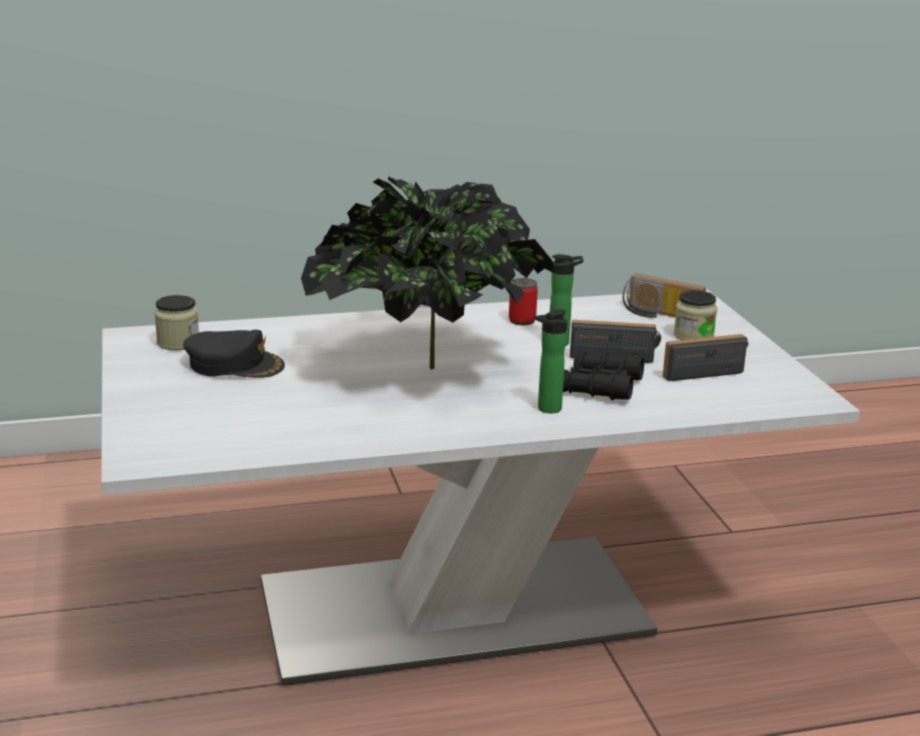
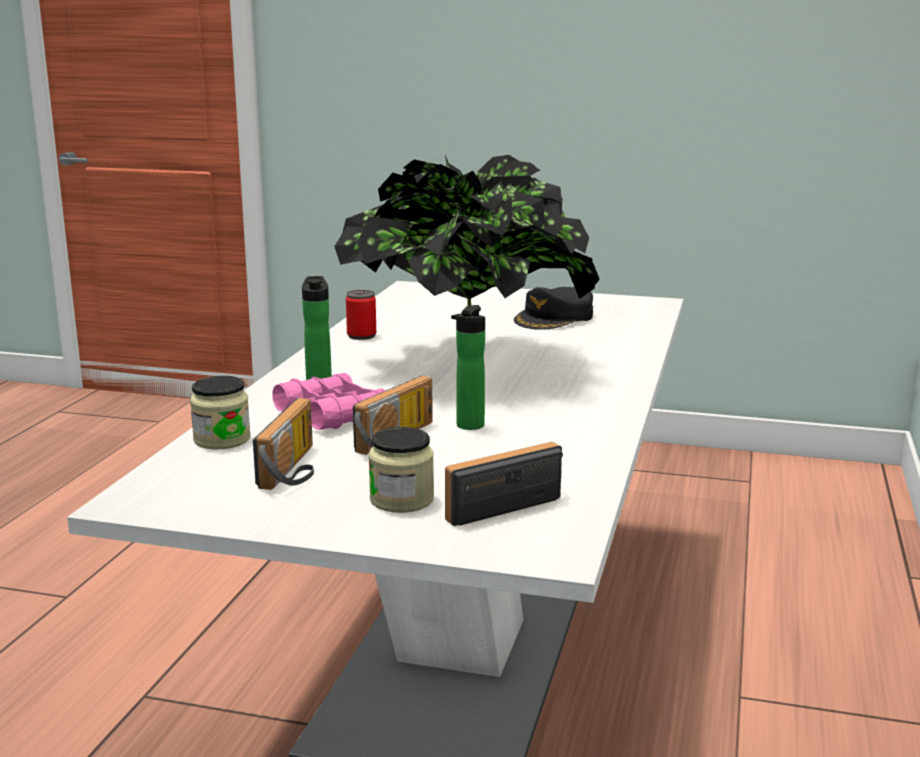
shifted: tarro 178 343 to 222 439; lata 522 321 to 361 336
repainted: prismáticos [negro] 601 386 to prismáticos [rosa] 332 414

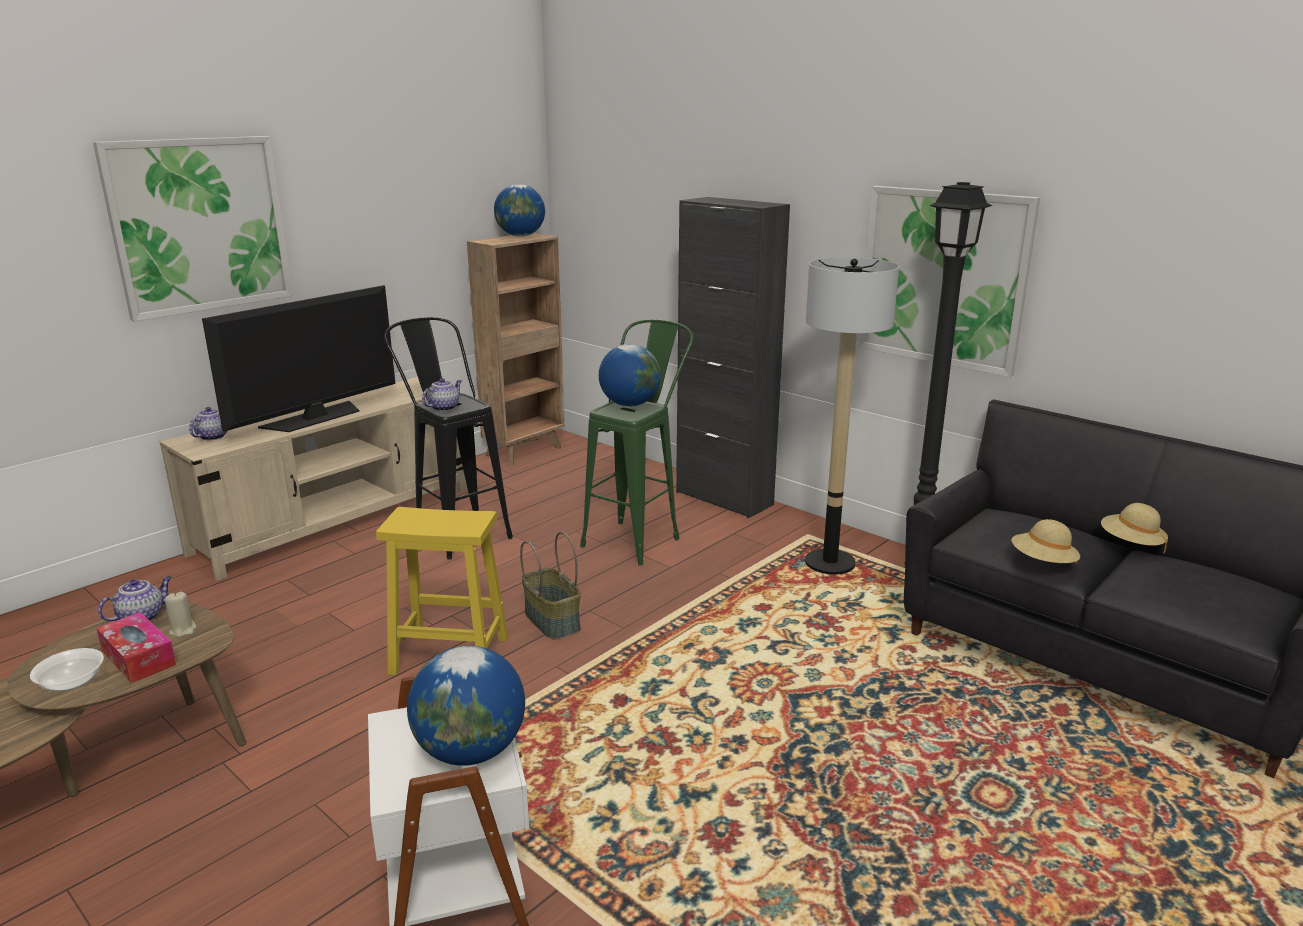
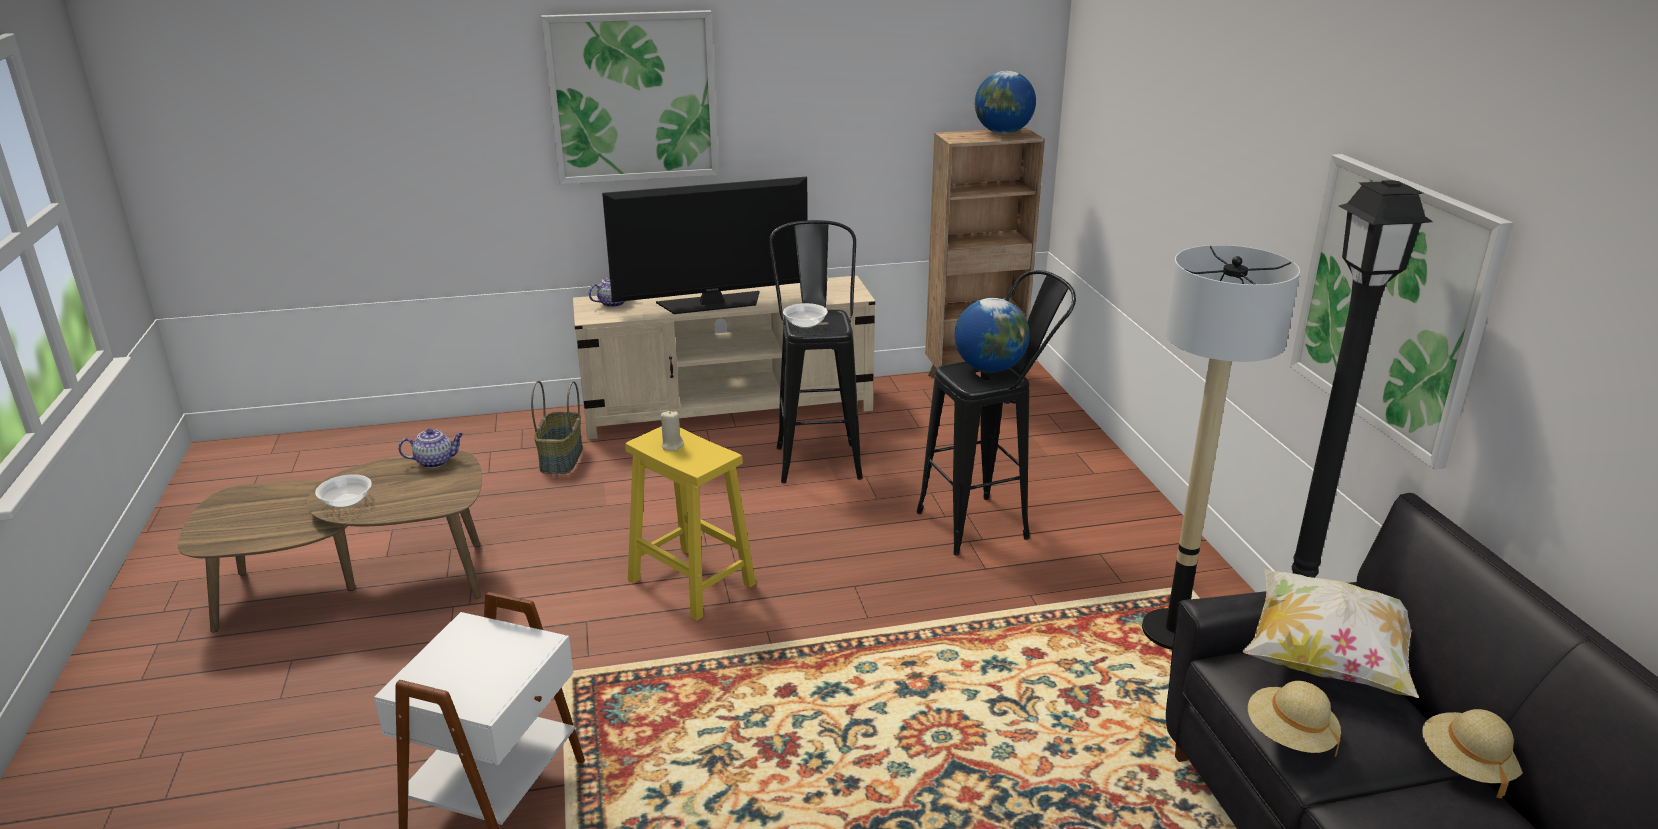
gone: caja de pañuelos 138 658; globo terráqueo 470 752; armario [negro] 724 498
new: cojín 1326 660
shifted: vela [beis] 183 630 to 672 446; cesta 553 621 to 562 459
swapped: tetera 444 407 to cuenco 805 324
repainted: taburete [verde] 638 537 to taburete [negro] 988 522

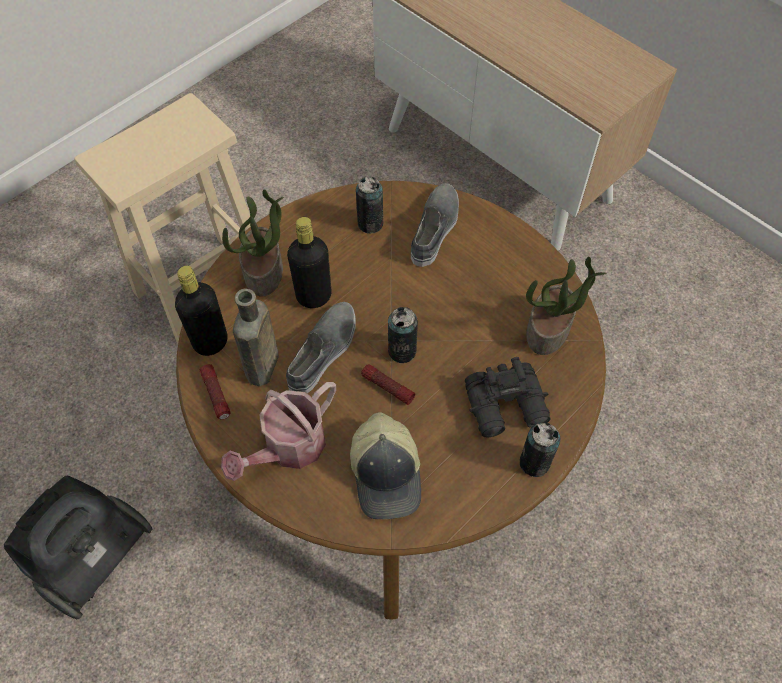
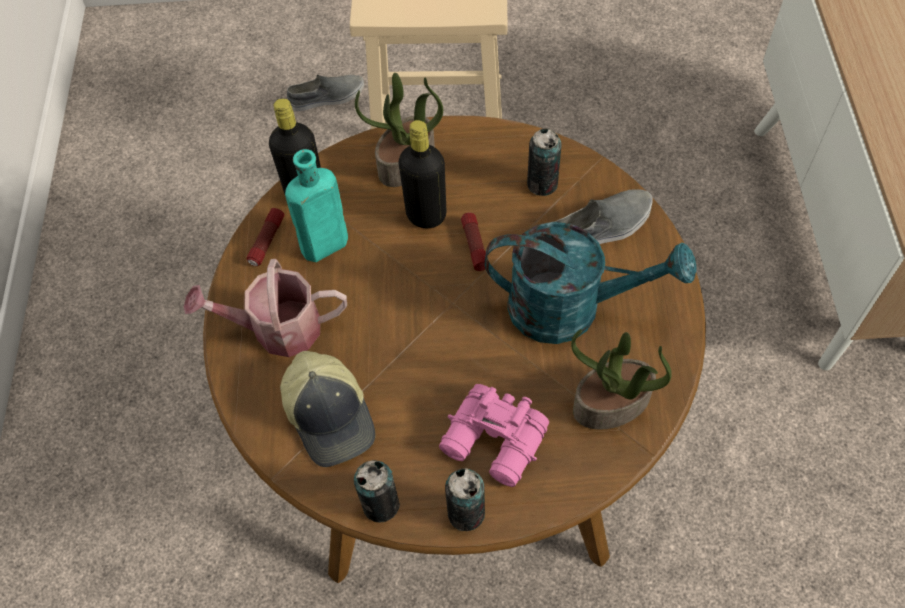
gone: aspiradora 92 558
new: regadera [turquesa] 571 308
shifted: zapato [gris] 323 351 to 327 97; linterna 387 387 to 474 245; lata 402 351 to 380 505
repainted: botella [marrón] 261 369 to botella [turquesa] 321 247; prismáticos [negro] 507 407 to prismáticos [rosa] 494 443
rotated: gorra 387 474 = 331 415 60 degrees counterclockwise

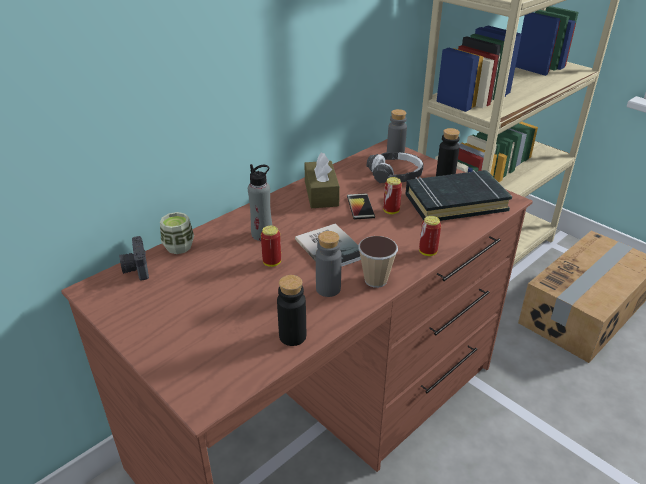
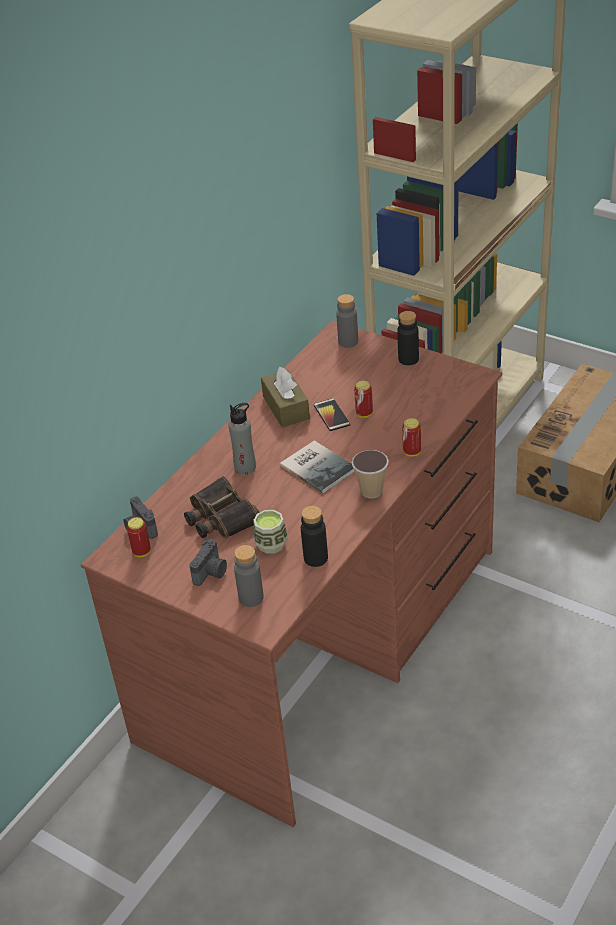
gone: auriculares 395 174; libro [negro] 455 202
new: prismáticos 220 517; cámara 211 572
shifted: taza 179 246 to 271 544; lata 272 262 to 142 552; botella [gris] 328 289 to 251 598

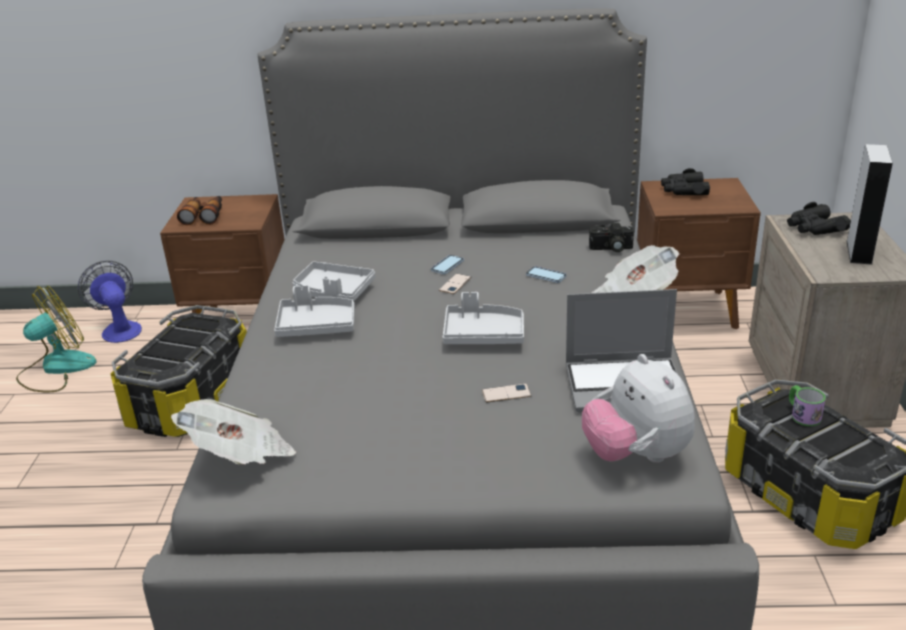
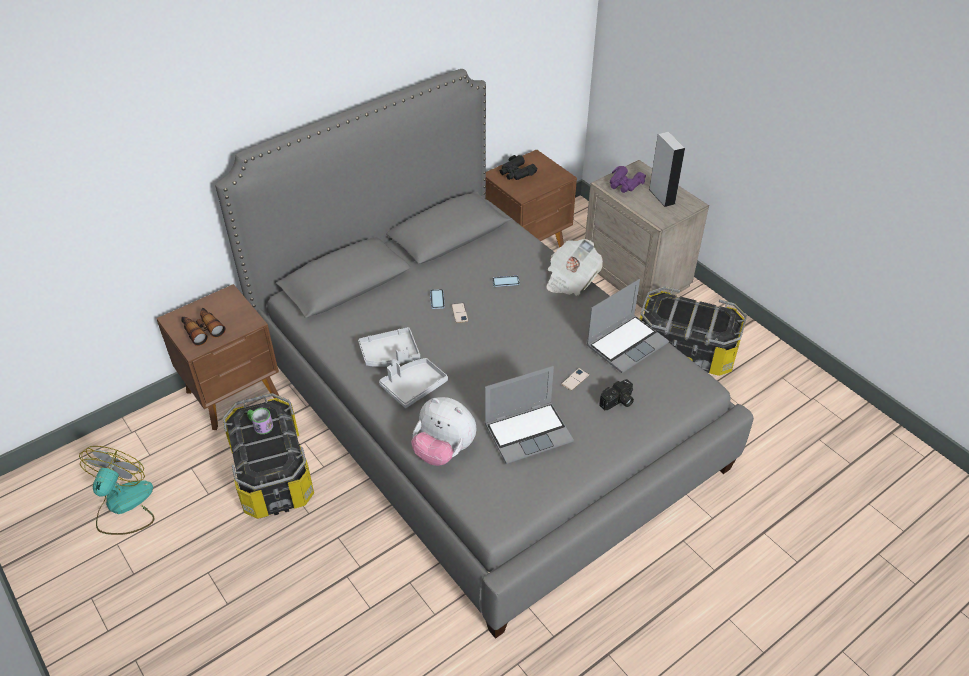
gone: ventilador 119 329; periódico 241 455; bandeja [gris] 483 335
new: portátil 529 432
shifted: peluche 636 455 to 444 450; cámara 611 248 to 618 402; taza grande 802 414 to 260 425
repainted: prismáticos [negro] 815 228 to prismáticos [morado] 625 184

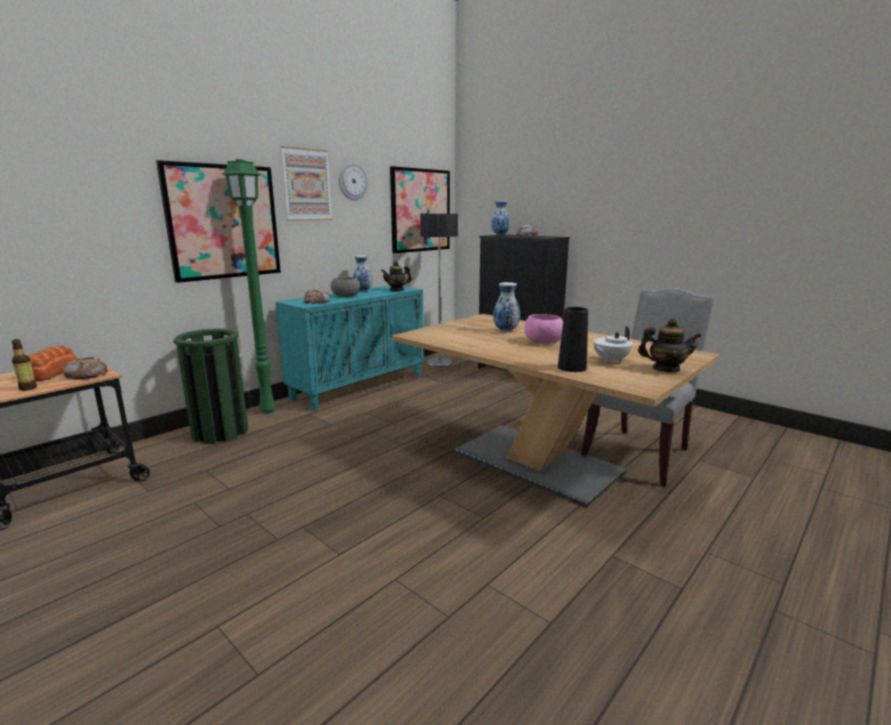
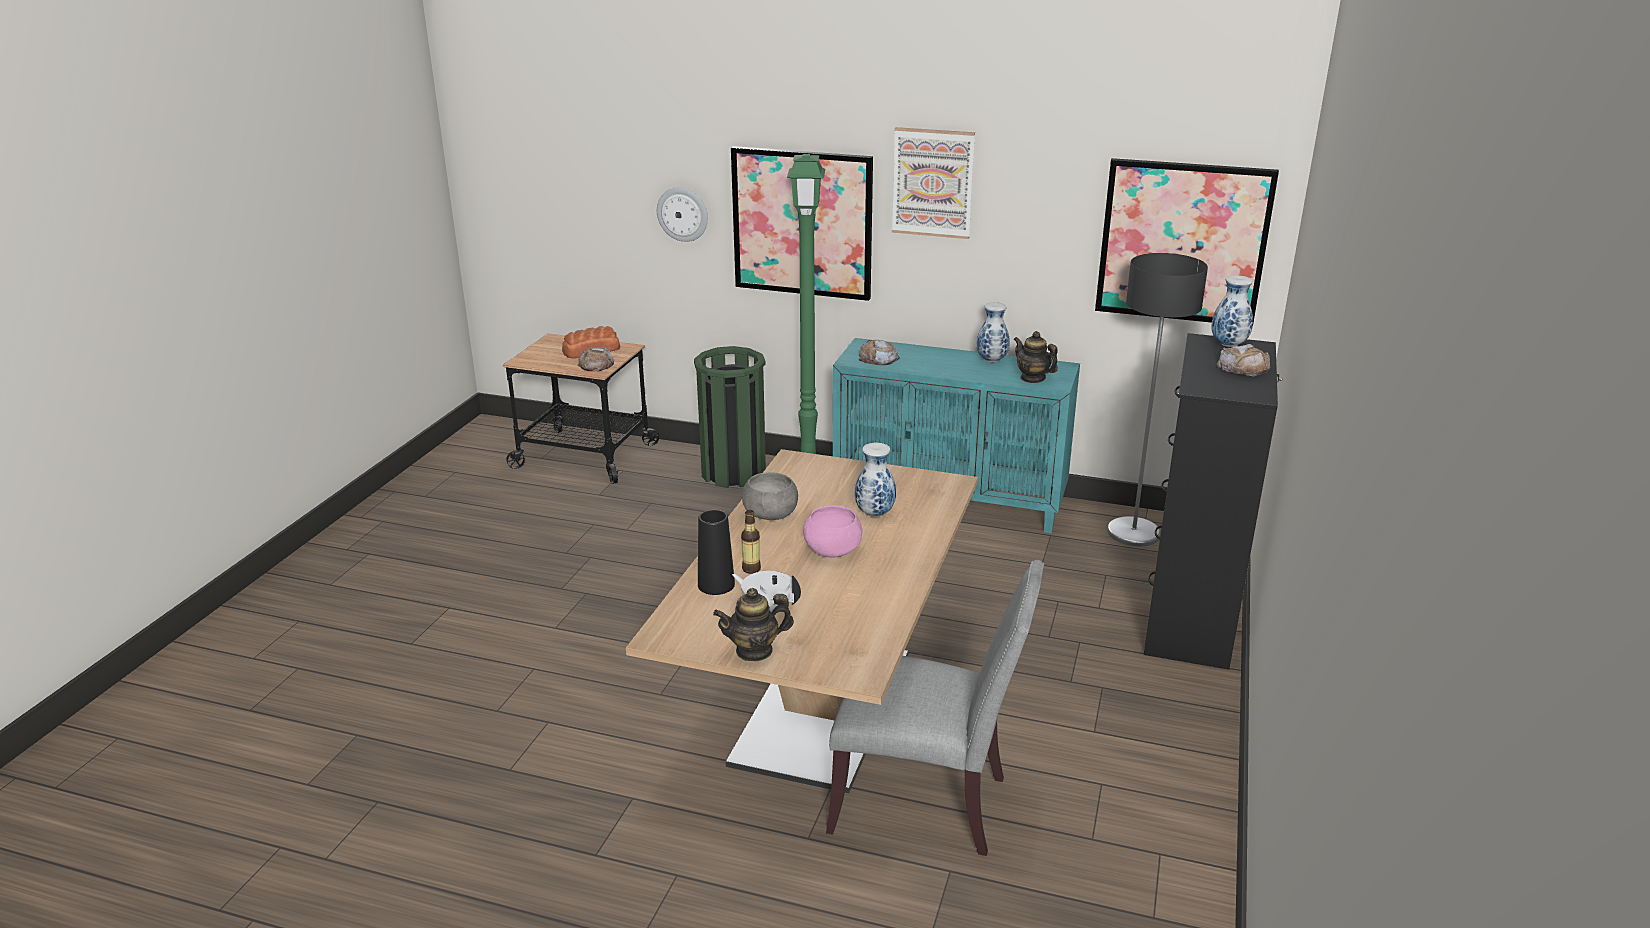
shifted: botella 28 388 to 751 569; cuenco [gris] 346 296 to 771 514; reloj de pared 352 181 to 683 214
rotated: tetera 665 369 = 754 650 90 degrees clockwise

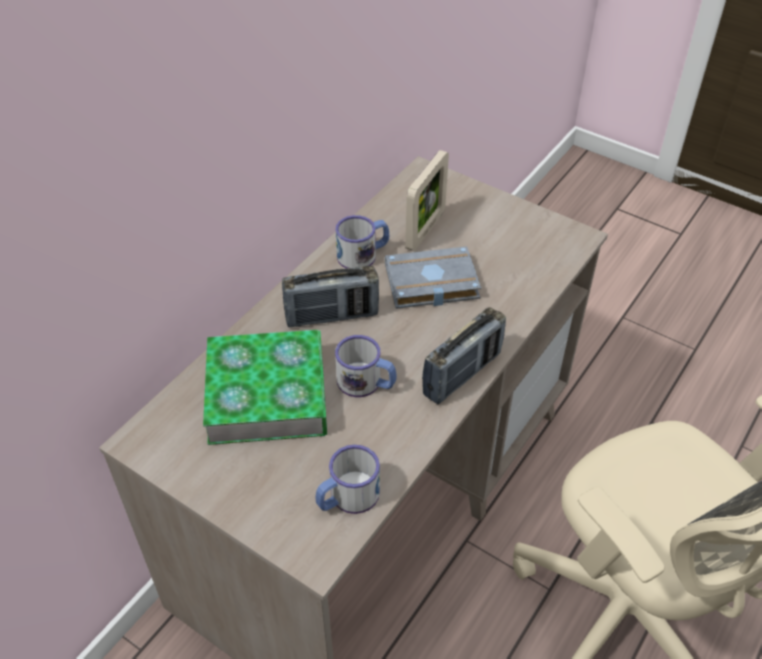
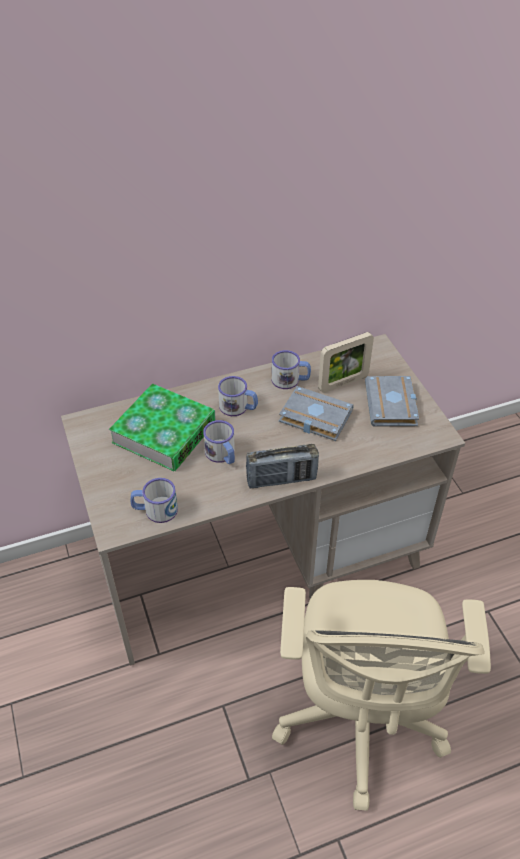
new: libro [gris] 393 406
swapped: radio 331 316 to taza grande 238 407

